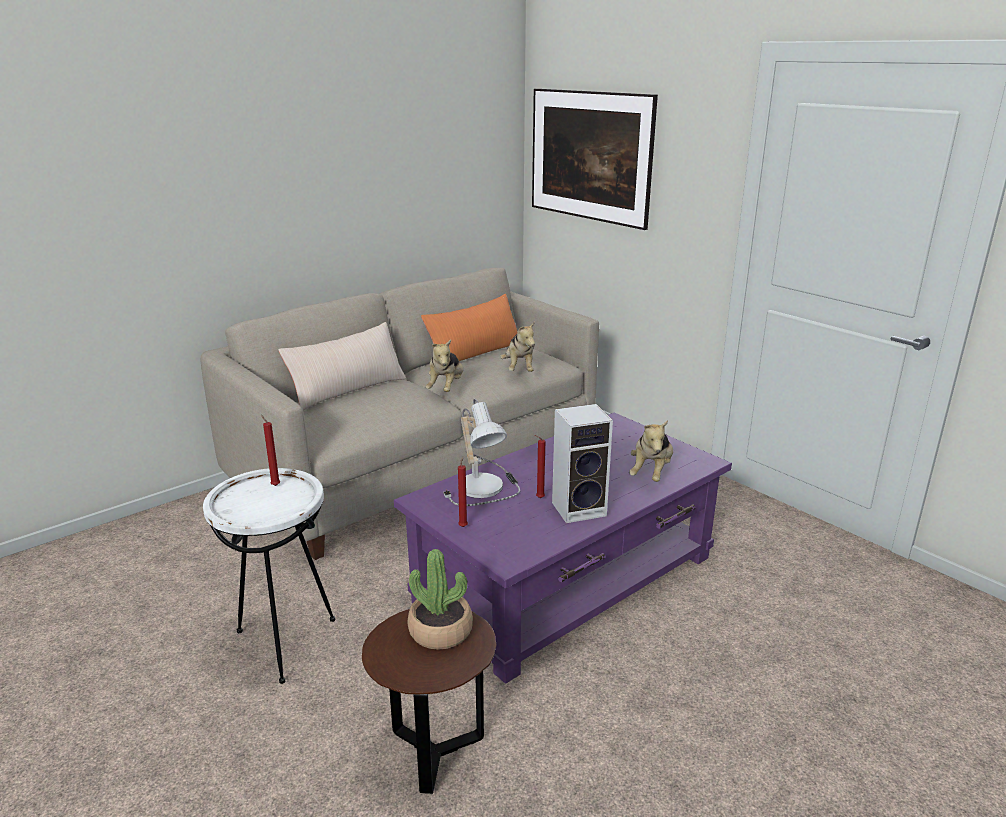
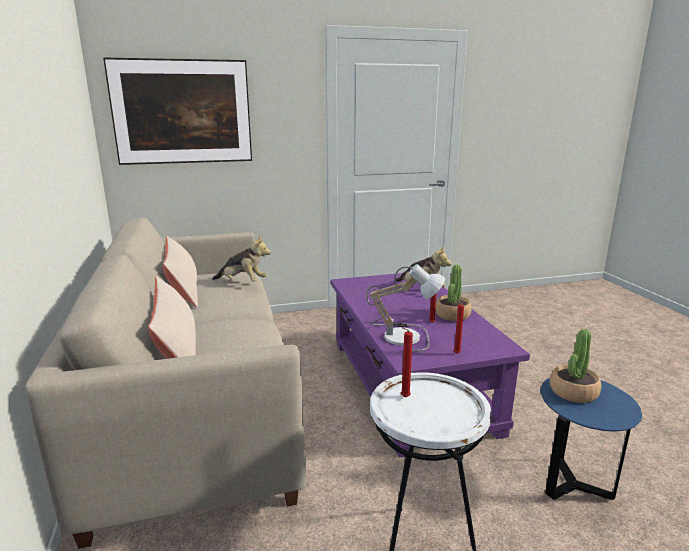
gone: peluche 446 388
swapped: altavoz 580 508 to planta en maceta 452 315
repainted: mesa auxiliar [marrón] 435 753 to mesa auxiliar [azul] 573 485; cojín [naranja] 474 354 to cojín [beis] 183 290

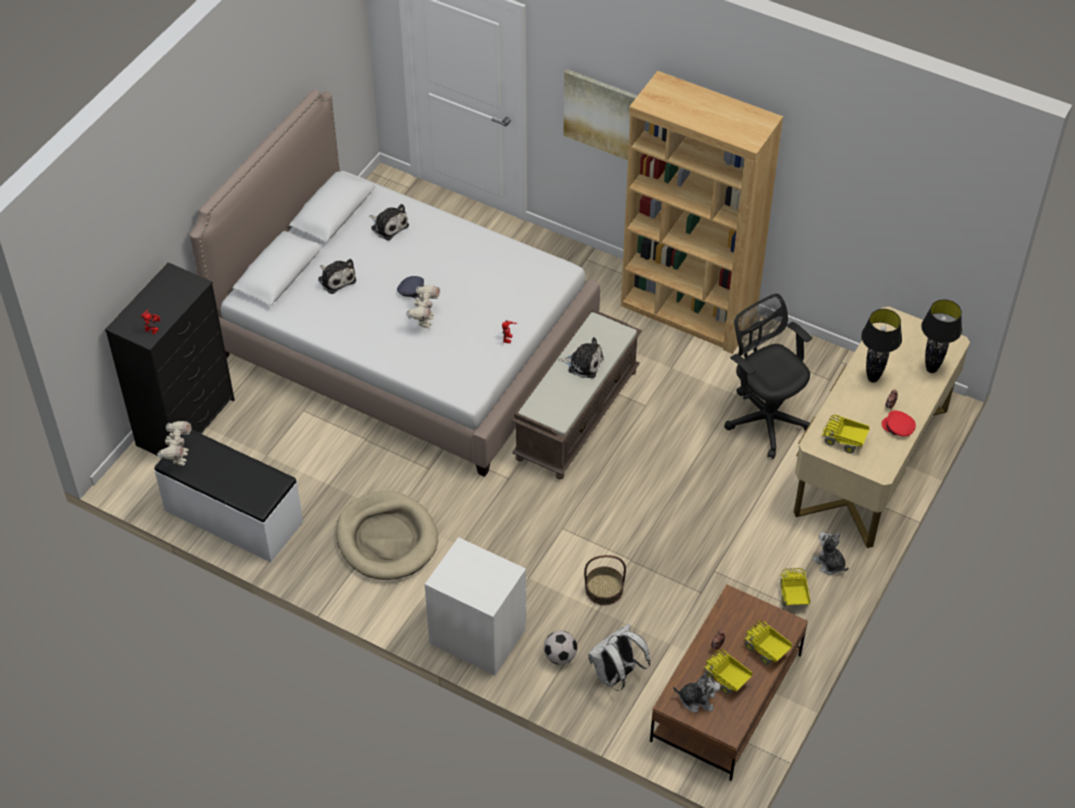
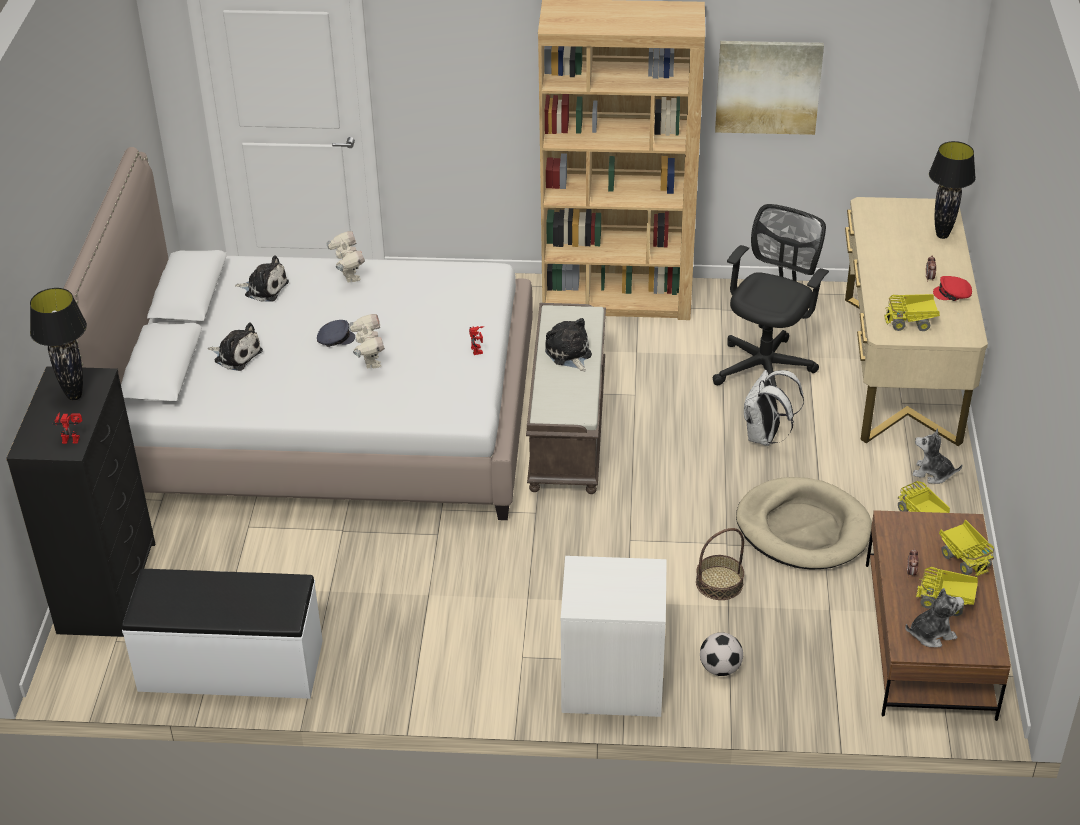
shifted: robot de juguete 179 457 to 349 277; cama para perro [beis] 387 539 to 803 528; cuadro 603 115 to 768 86; mochila [blanco] 616 675 to 765 437; lámpara de mesa [negro] 873 379 to 75 396
rotated: peluche 583 363 = 569 354 105 degrees counterclockwise; silla de oficina [negro] 765 417 = 766 365 90 degrees clockwise; camión de juguete 766 650 = 964 558 135 degrees counterclockwise

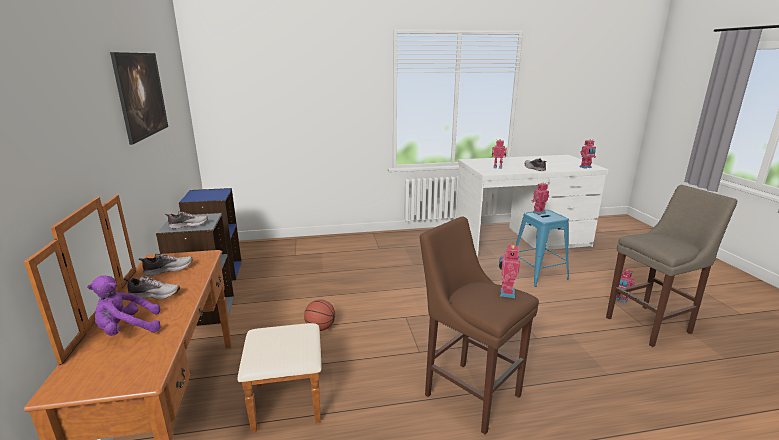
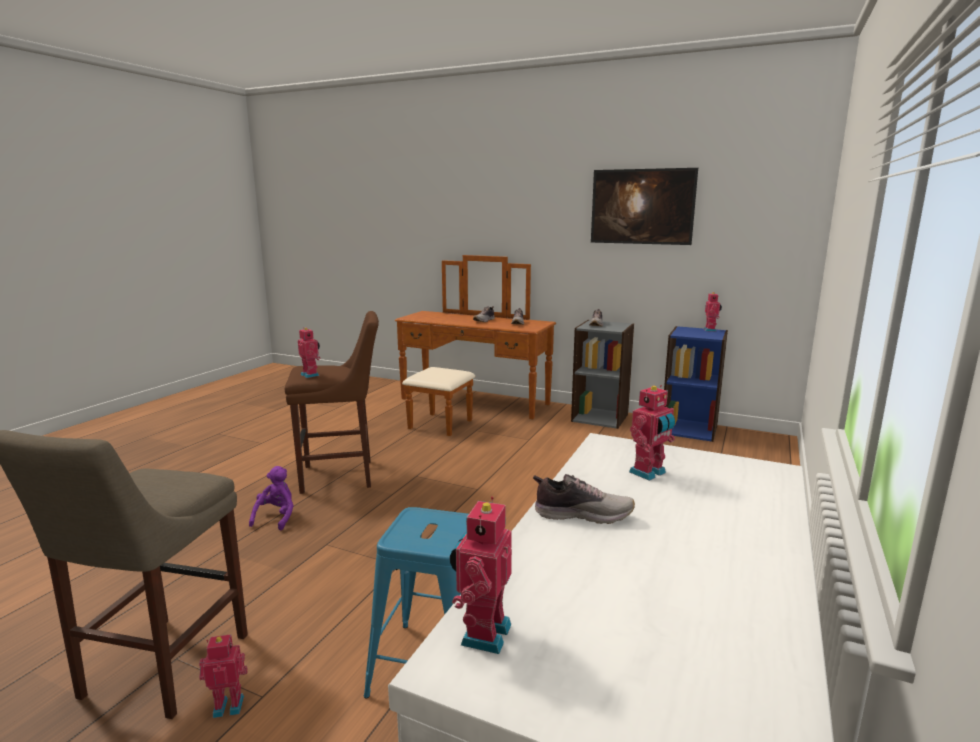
gone: balón de baloncesto 320 328
shifted: peluche [morado] 127 330 to 276 517; robot de juguete 538 212 to 710 330

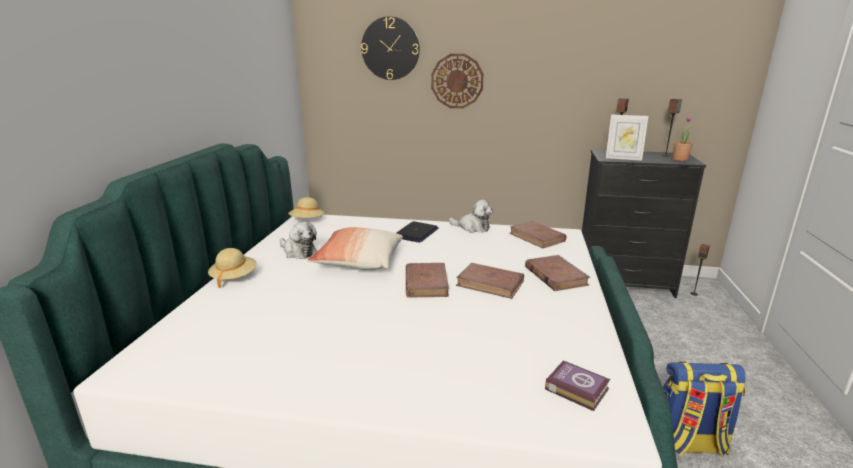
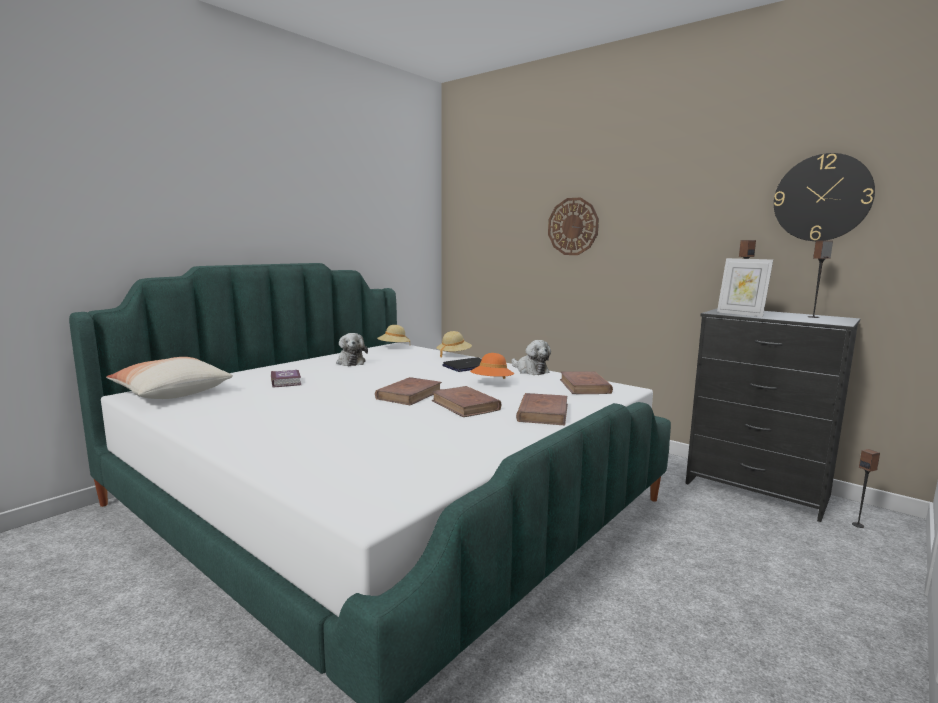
gone: mochila 688 444; planta en maceta 680 159
new: sombrero [naranja] 492 383
shifted: sombrero [beis] 234 277 to 454 355; cojín 359 262 to 171 393; reloj de pared 390 48 to 822 198; libro 575 388 to 286 382

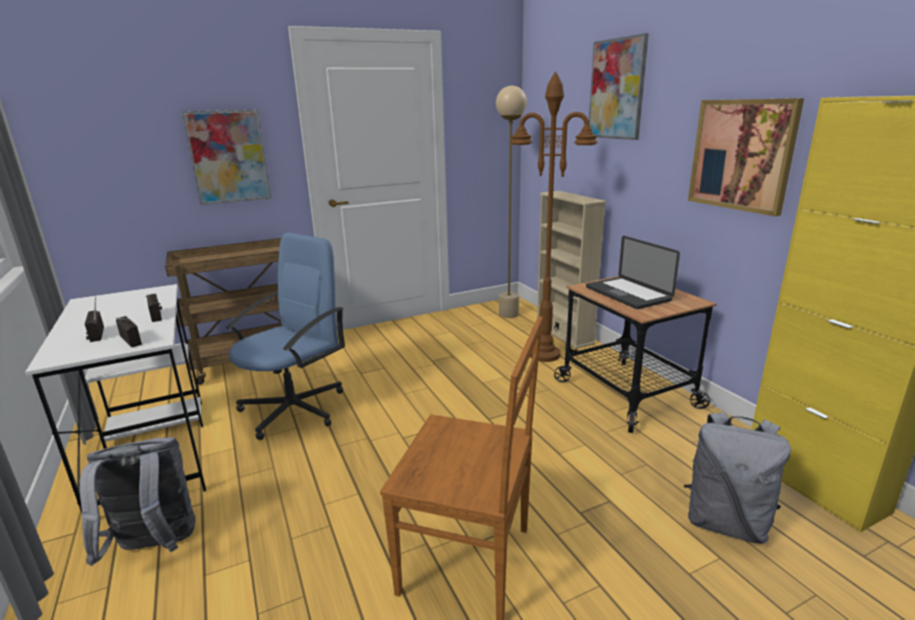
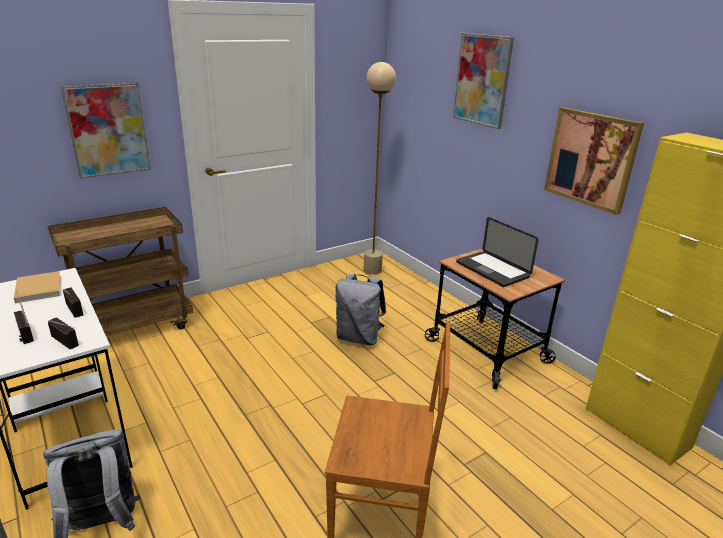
gone: silla de oficina [azul] 295 409; lámpara de pie [marrón] 544 354; estantería [beis] 564 333
new: libro [beis] 38 288
shifted: mochila [gris] 725 522 to 359 338

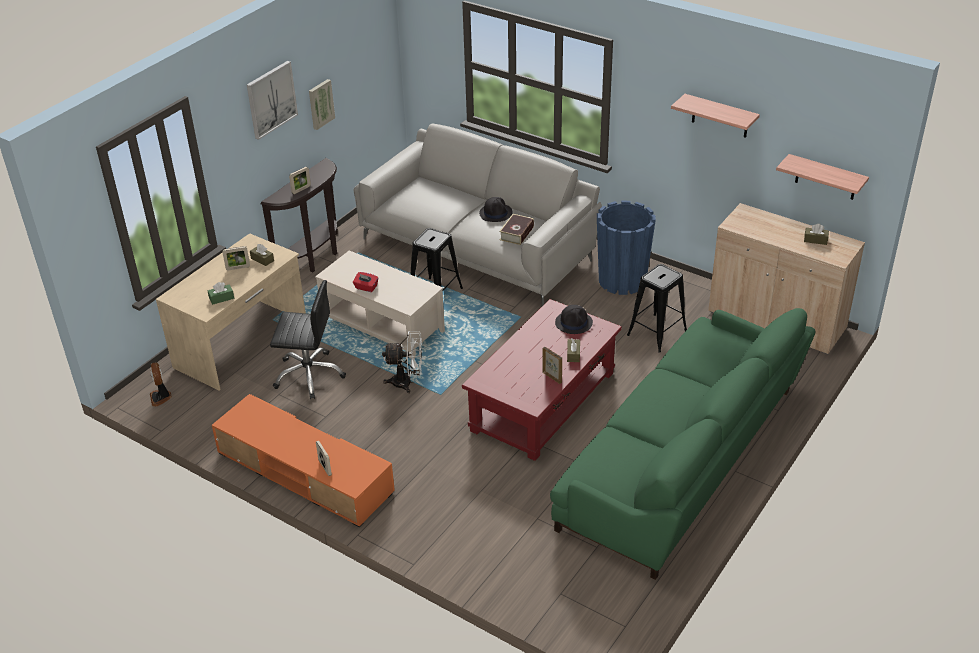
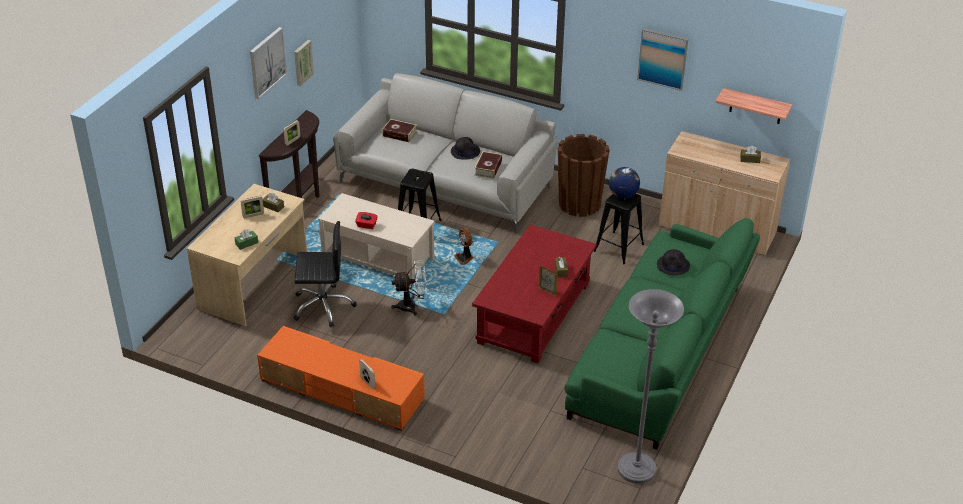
new: libro 399 134; globo terráqueo 622 195; lámpara de pie [gris] 636 470
shifted: ventilador 161 397 to 464 258; sombrero [negro] 574 323 to 673 265
swapped: estante 720 116 to cuadro 663 58
repainted: maceta [azul] 622 280 to maceta [marrón] 579 204

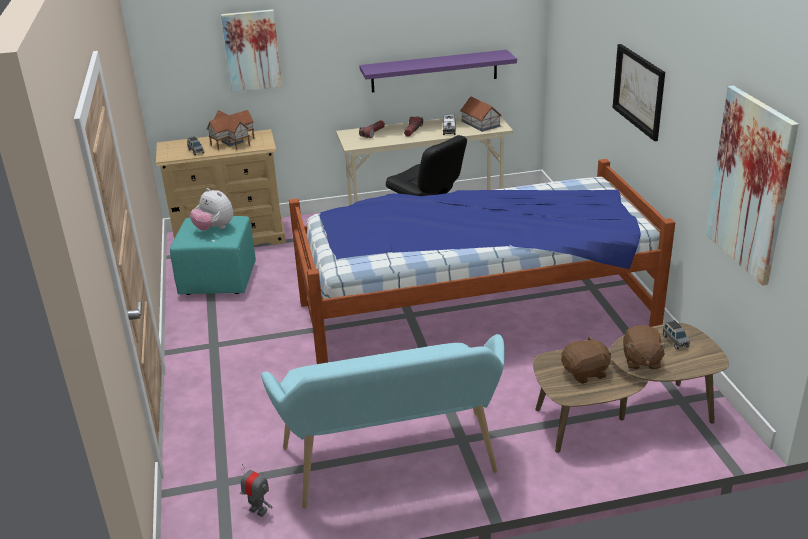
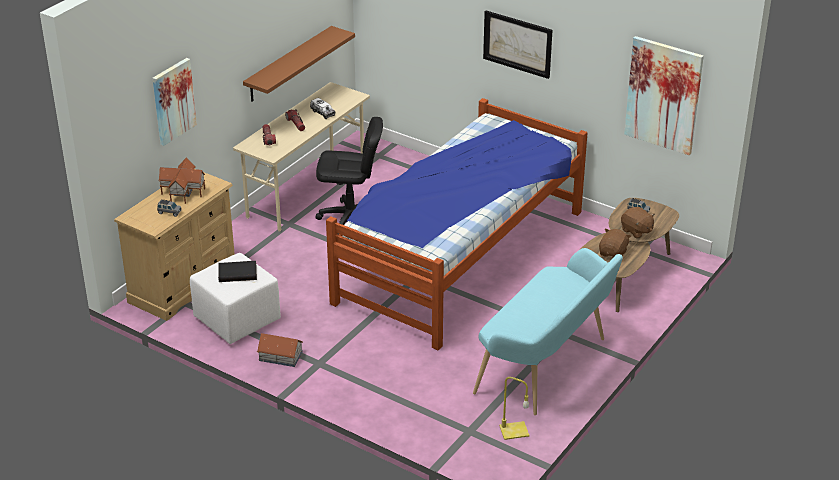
shifted: casita 480 124 to 281 356
swapped: peluche 214 228 to libro [negro] 238 273; robot de juguete 258 510 to lámpara de mesa [amarillo] 513 431
repainted: puf [turquesa] 218 281 to puf [blanco] 238 320; estante [morado] 434 71 to estante [marrón] 289 64

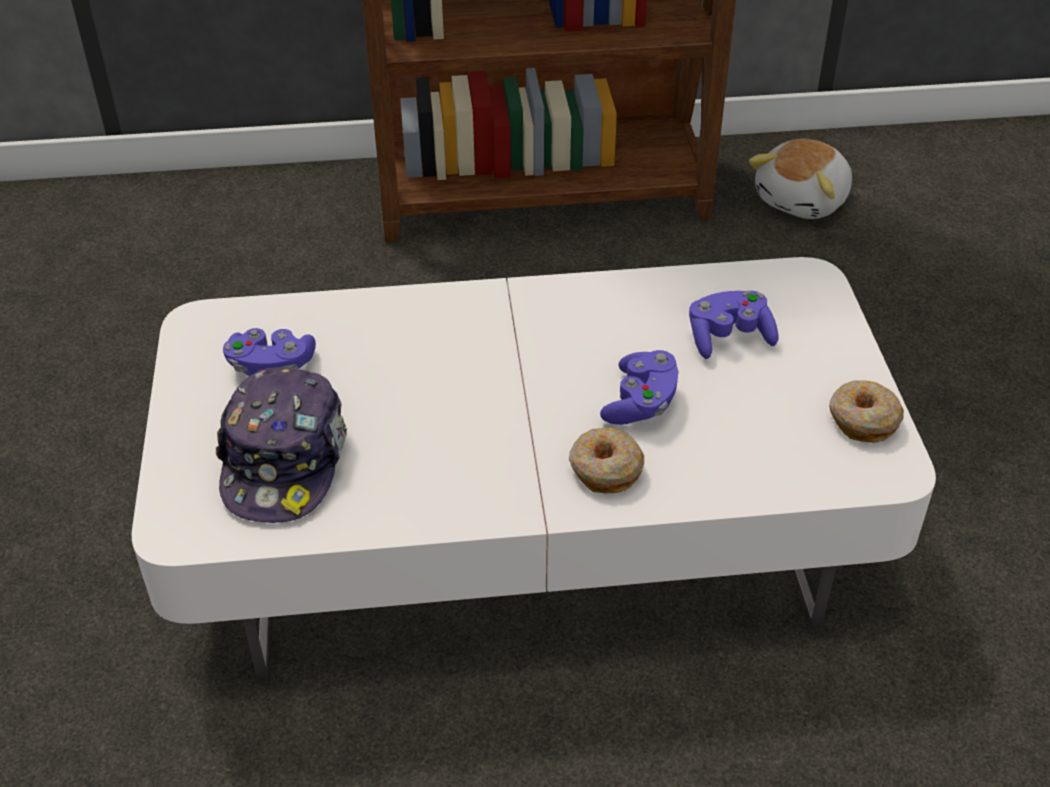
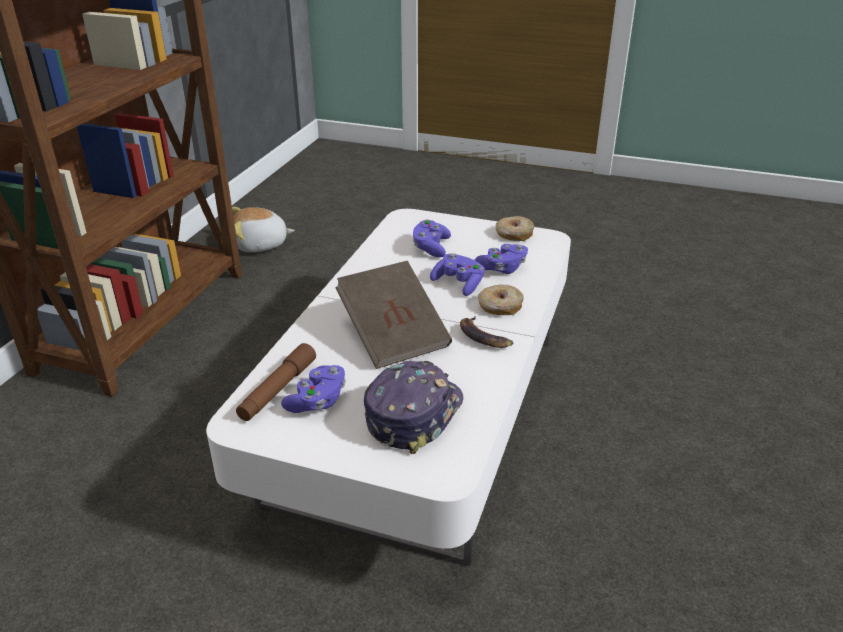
new: linterna [marrón] 278 390; libro [marrón] 394 335; plátano 483 337; mando de consola [morado] 502 268
rotated: gorra 285 461 = 413 414 90 degrees counterclockwise; peluche 803 200 = 260 245 105 degrees clockwise

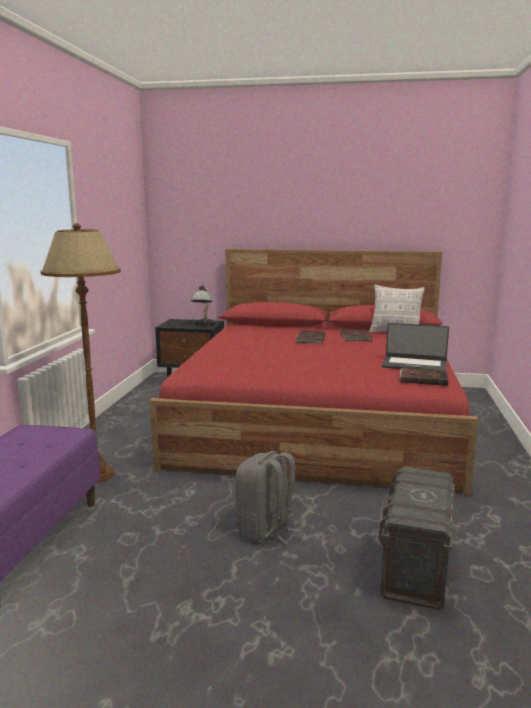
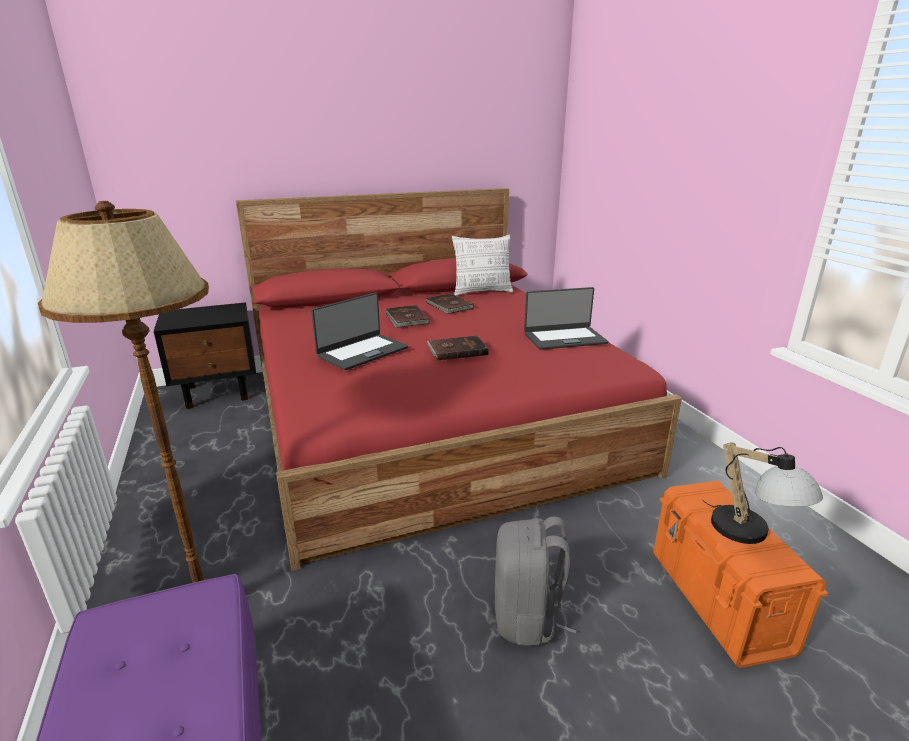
new: portátil 362 352
shifted: lámpara de mesa 204 325 to 751 535; libro [marrón] 423 379 to 457 350
repainted: caja de almacenaje [gris] 415 566 to caja de almacenaje [naranja] 718 602

